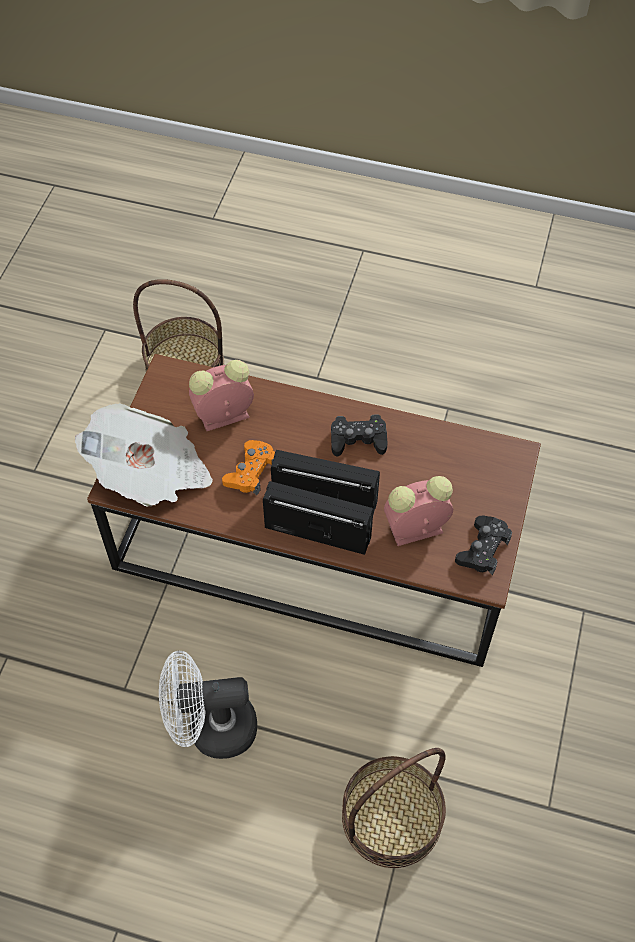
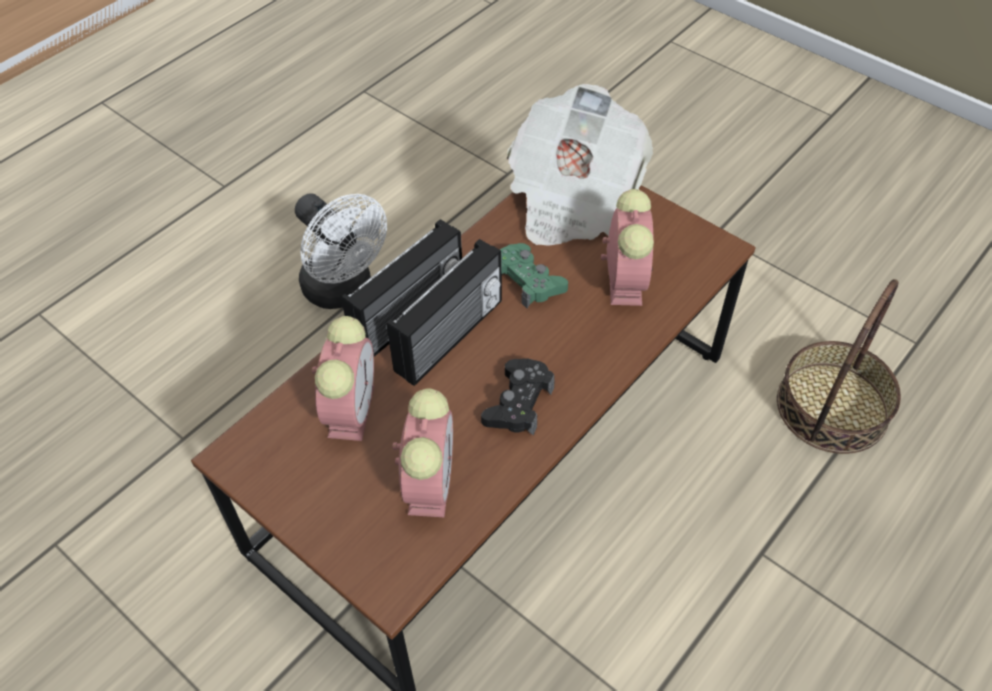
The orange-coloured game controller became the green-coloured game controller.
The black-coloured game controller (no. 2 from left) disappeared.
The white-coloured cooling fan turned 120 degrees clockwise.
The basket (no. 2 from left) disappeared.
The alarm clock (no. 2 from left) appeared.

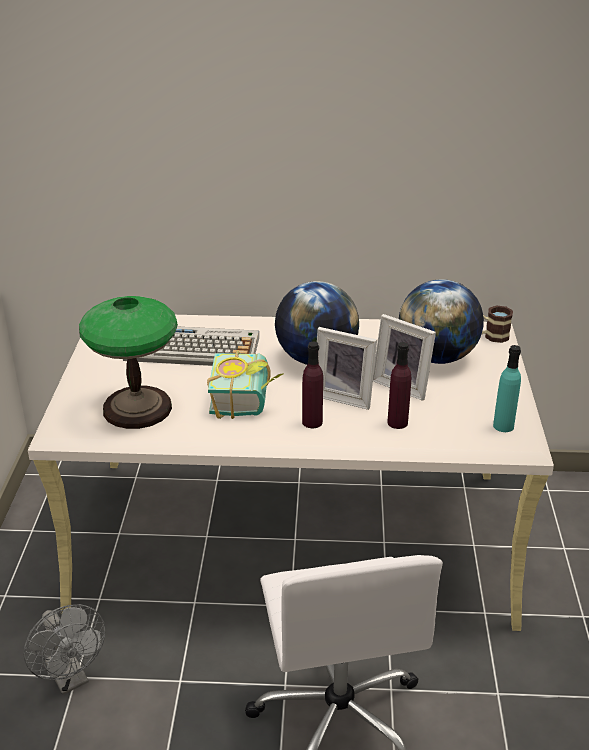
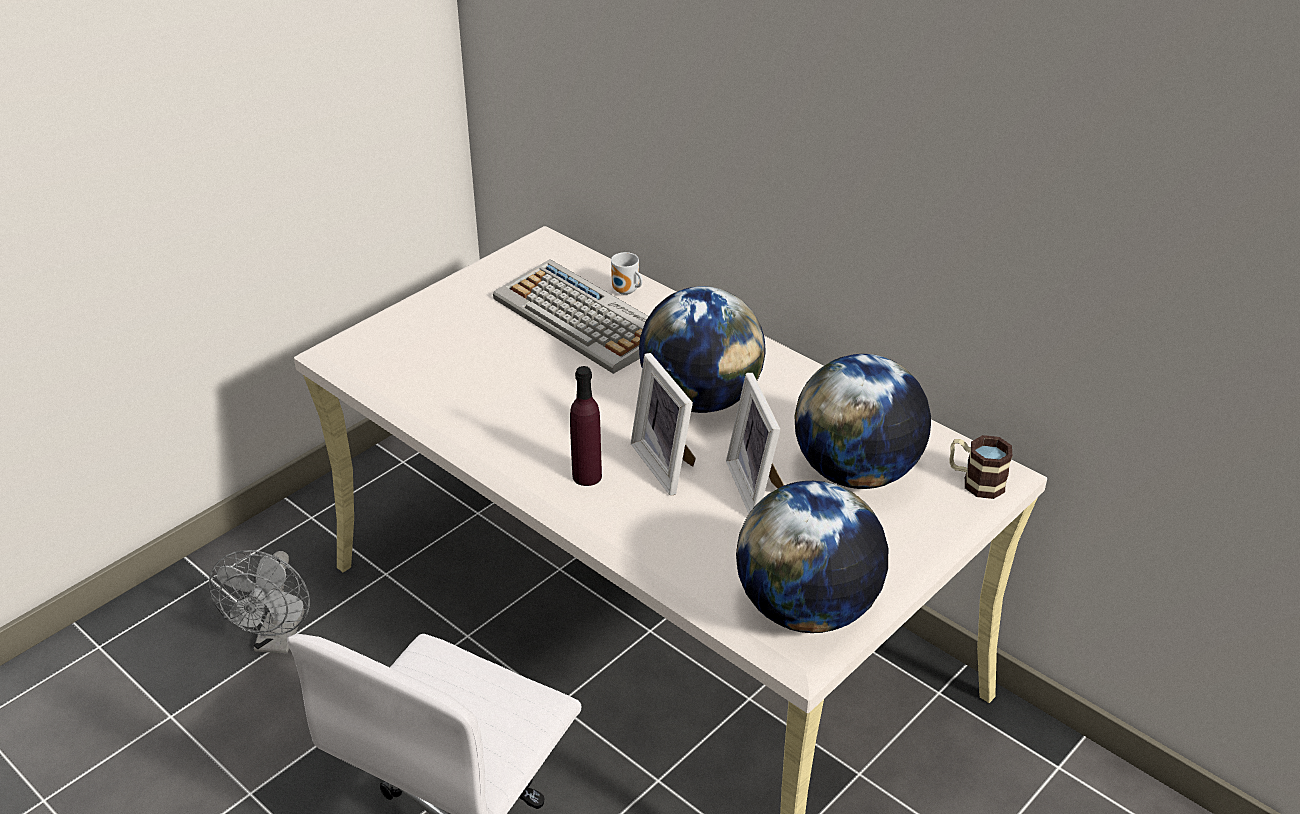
The lamp for a table disappeared.
The purple bottle (no. 2 from left) disappeared.
The blue-green bottle was replaced by the globe (no. 2 from left).
The volume disappeared.
The mug (no. 1 from left) appeared.

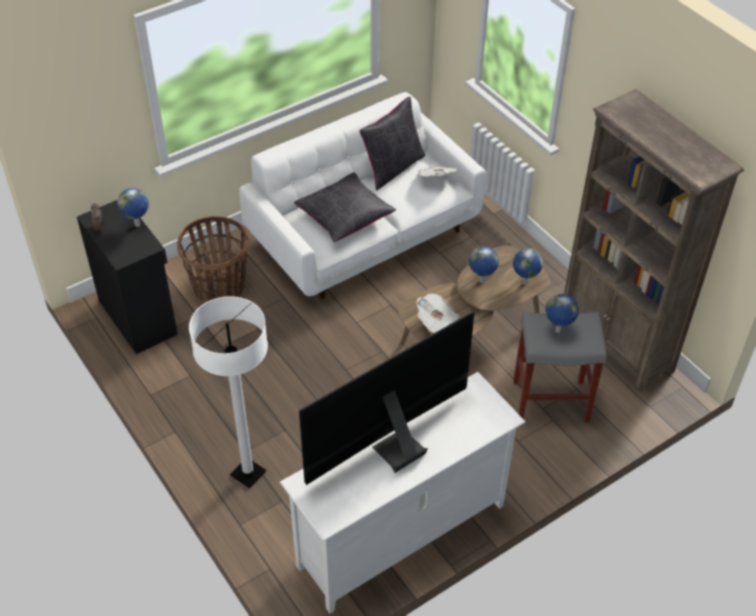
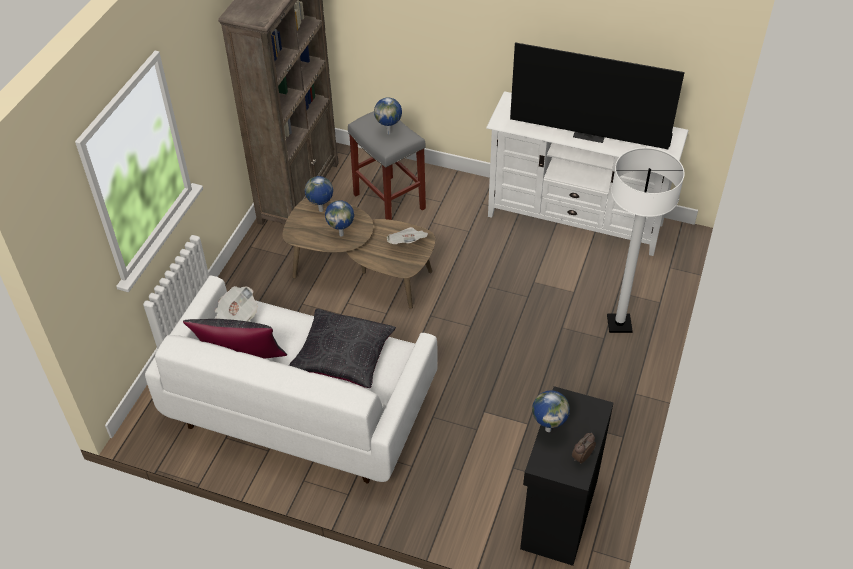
The basket disappeared.

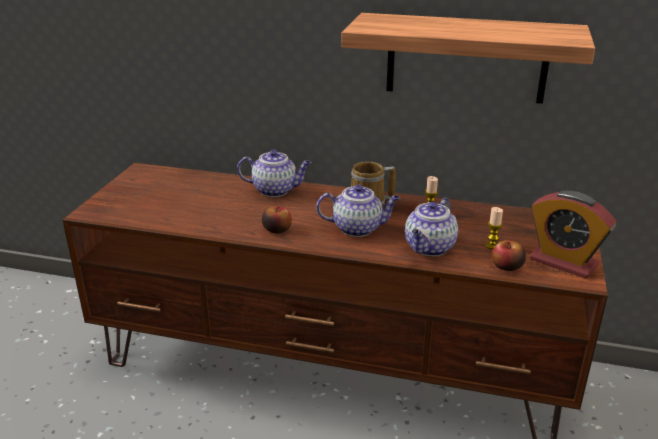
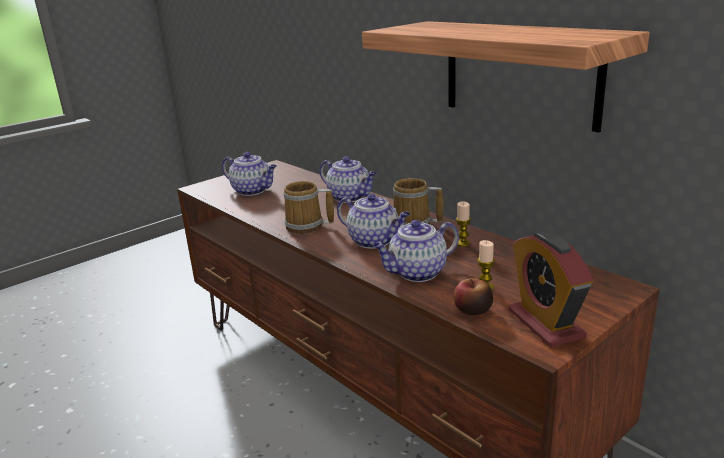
The apple fruit (no. 1 from left) was replaced by the mug (no. 1 from left).
The pot for tea (no. 1 from left) appeared.

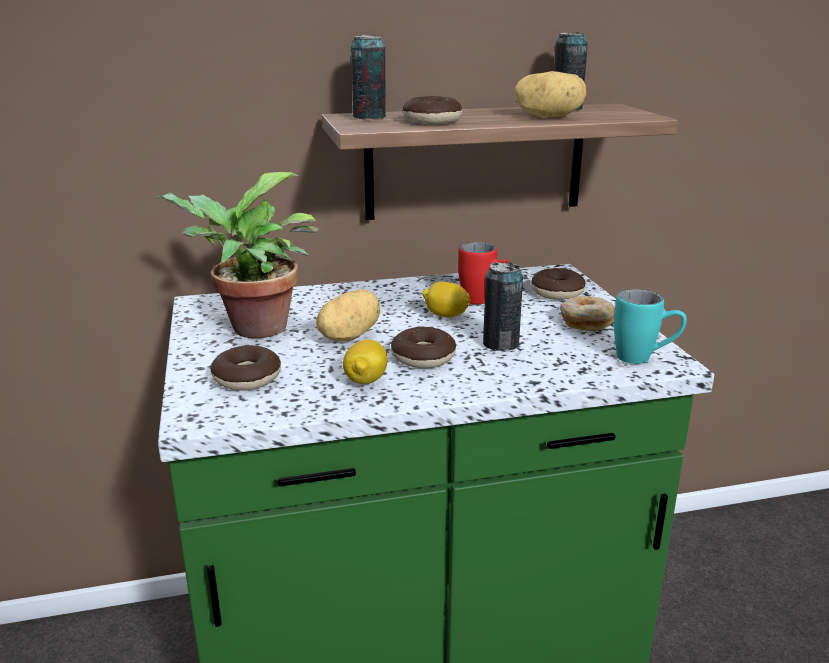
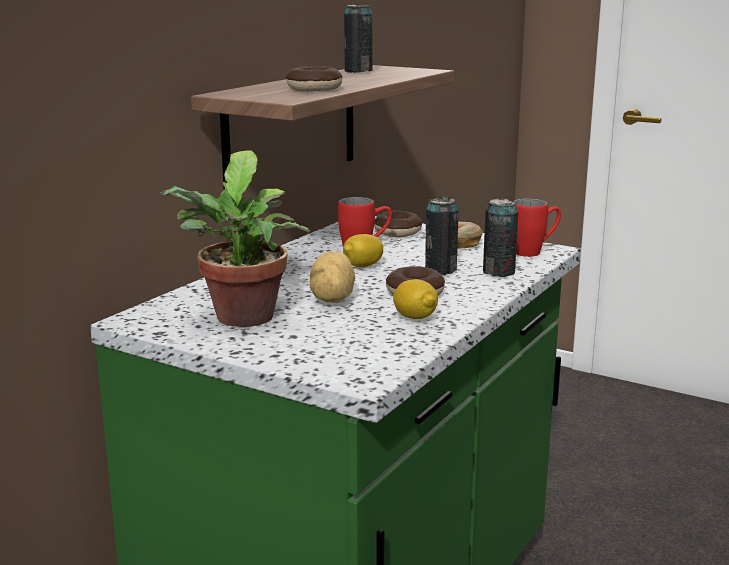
The sealed can (no. 1 from left in the first image) moved.
The spud (no. 2 from left) disappeared.
The blue-green mug became the red-coloured mug (no. 2 from left).
The donut (no. 1 from left) disappeared.

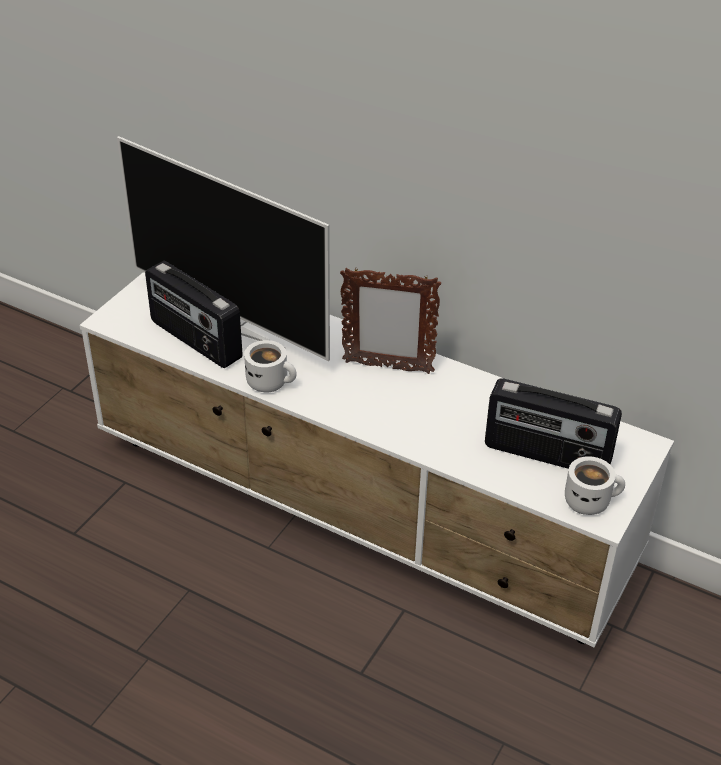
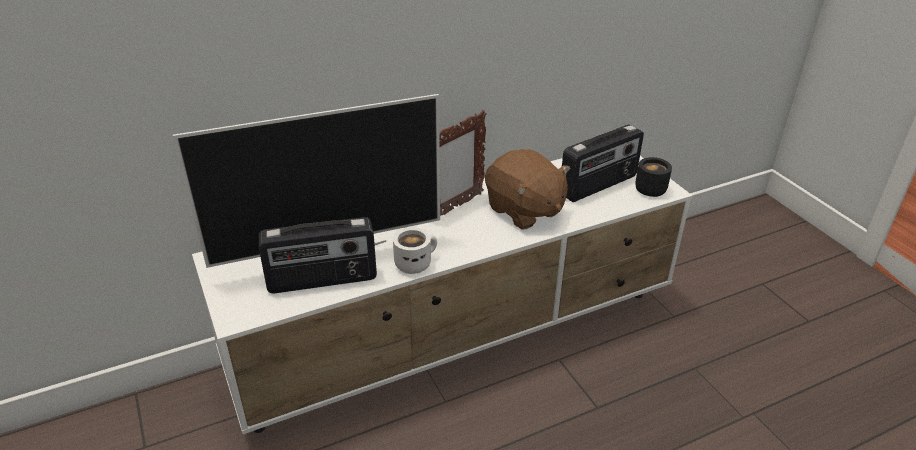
The white-coloured mug (no. 2 from left) became the black-coloured mug.
The brownish soft toy appeared.

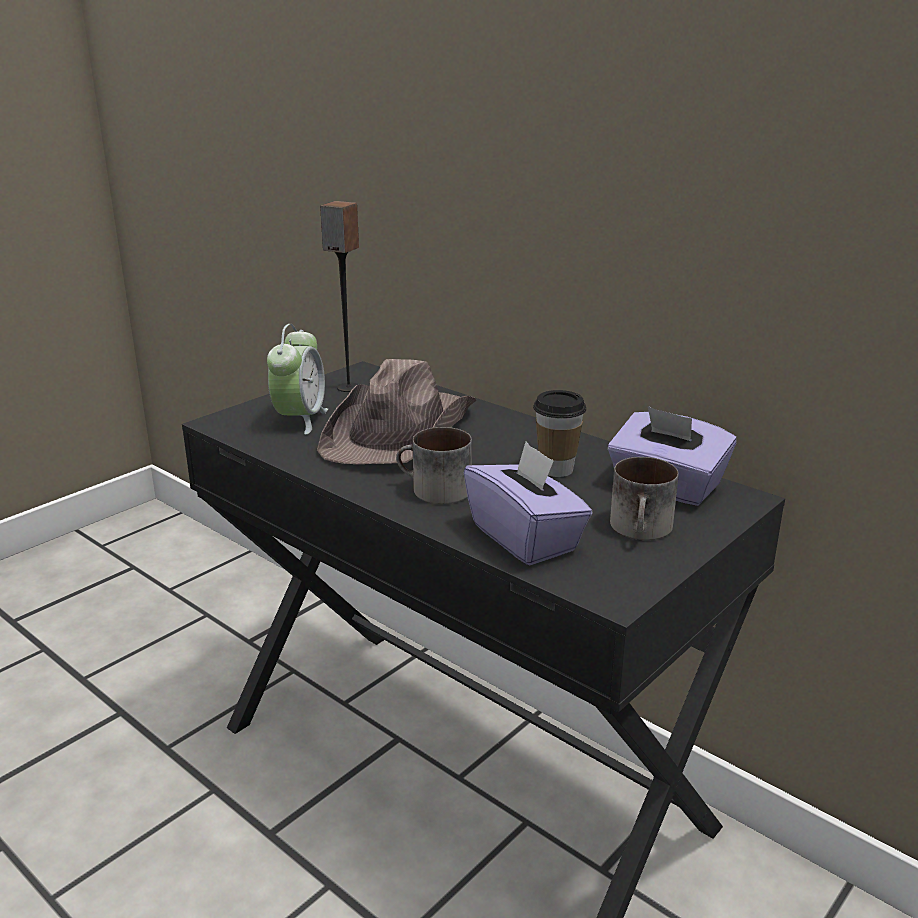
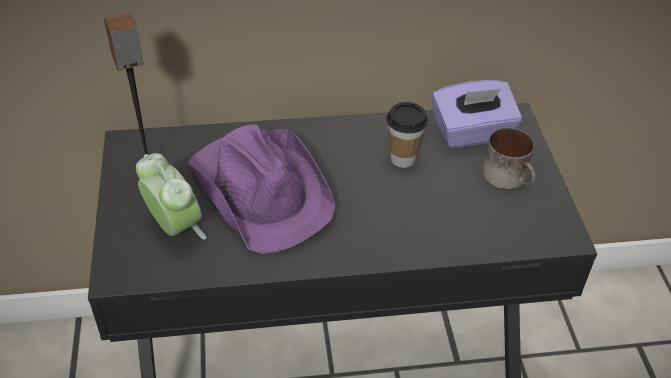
The brownish hat became the purple hat.
The mug (no. 1 from left) disappeared.
The purple tissue box (no. 1 from left) disappeared.

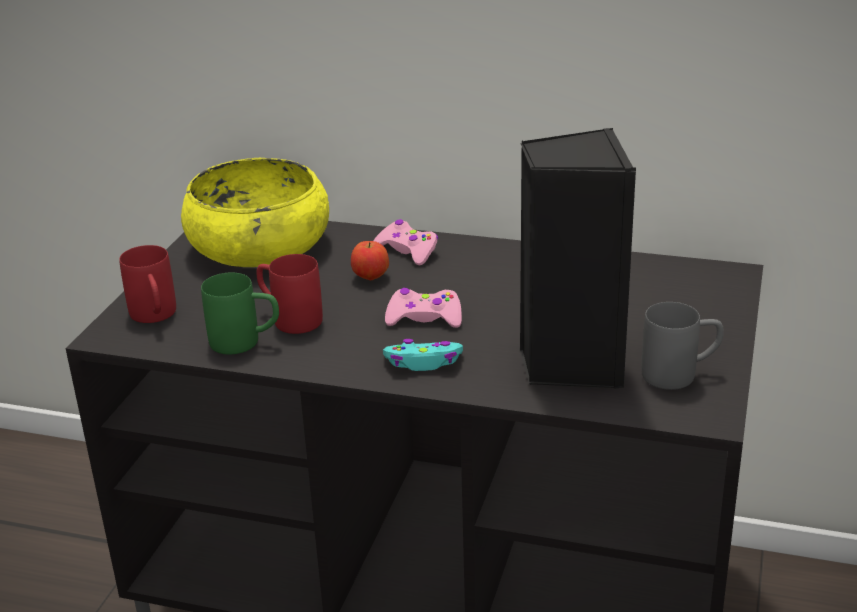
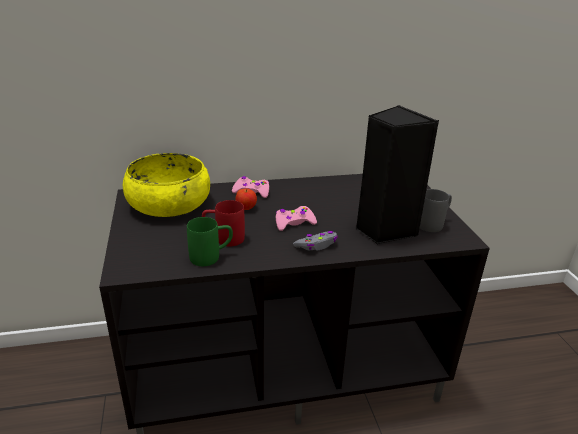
The red-coloured mug (no. 1 from left) disappeared.
The blue-green game controller became the greyish game controller.

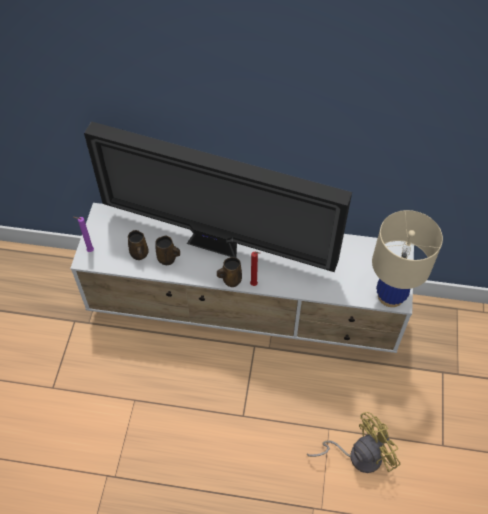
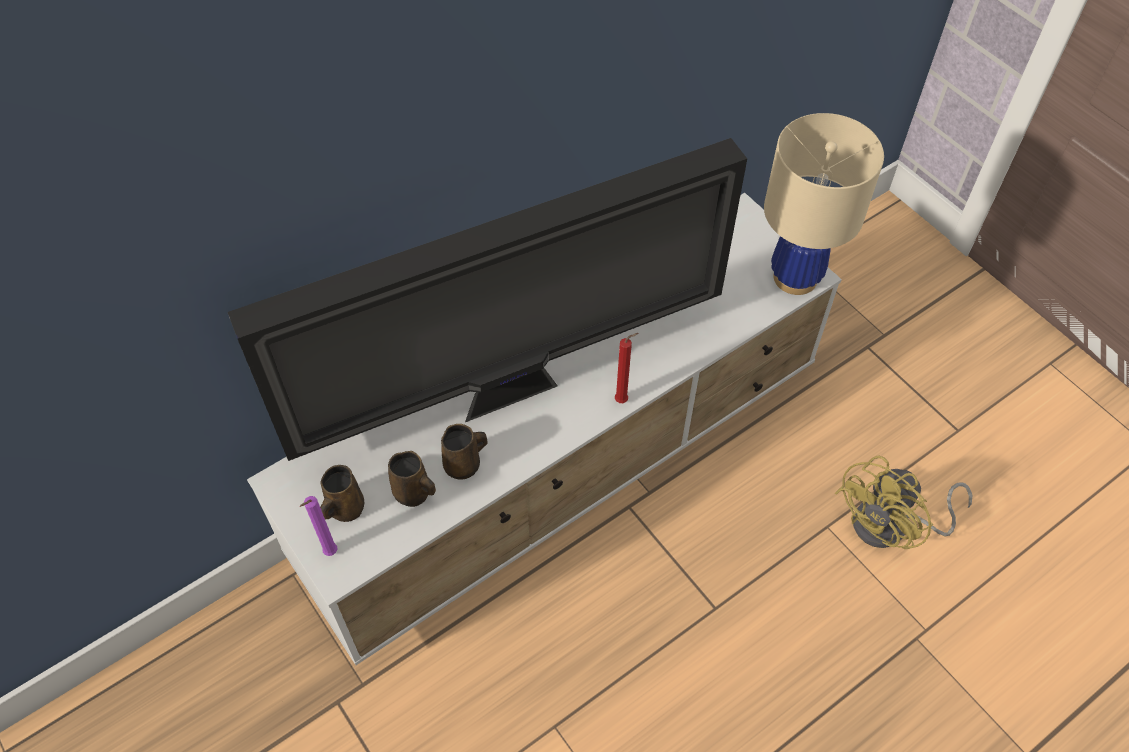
The brownish mug (no. 3 from left in the first image) moved.
The yellow cooling fan turned 150 degrees counterclockwise.

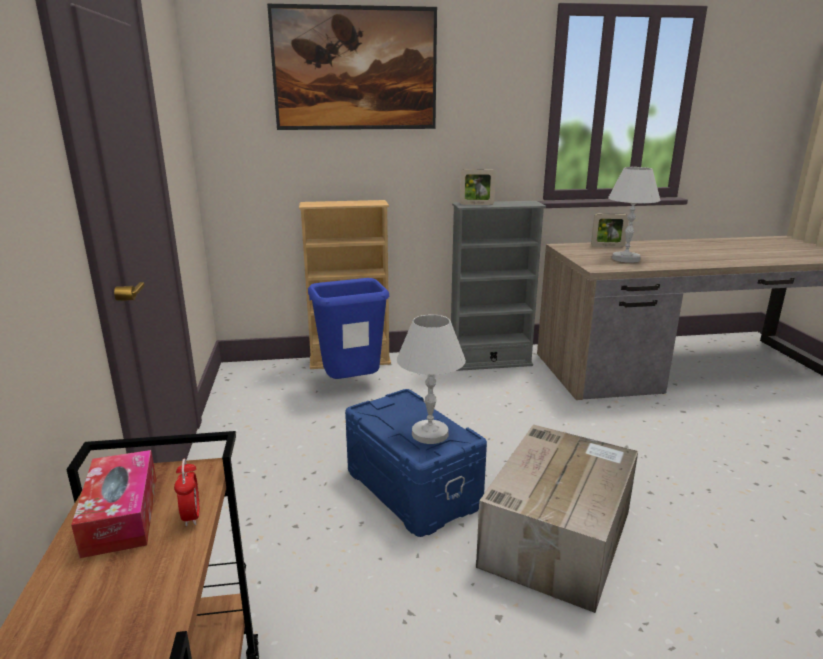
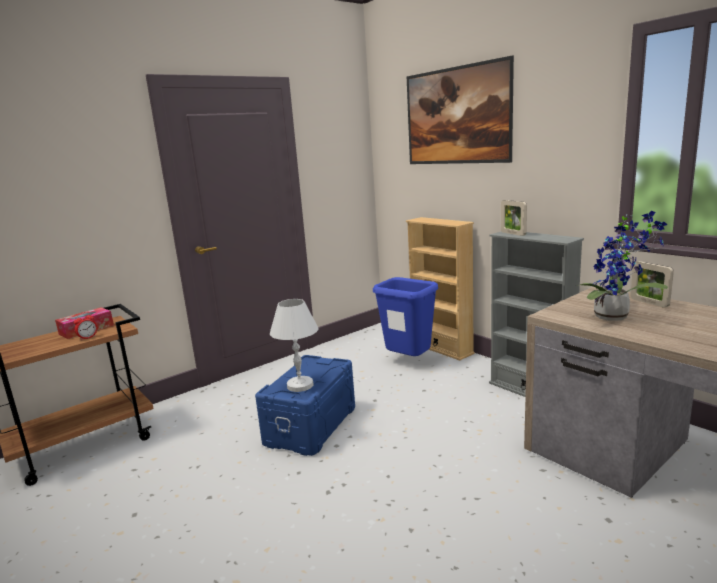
The white-coloured lamp for a table (no. 2 from left) was replaced by the houseplant.
The packing box disappeared.

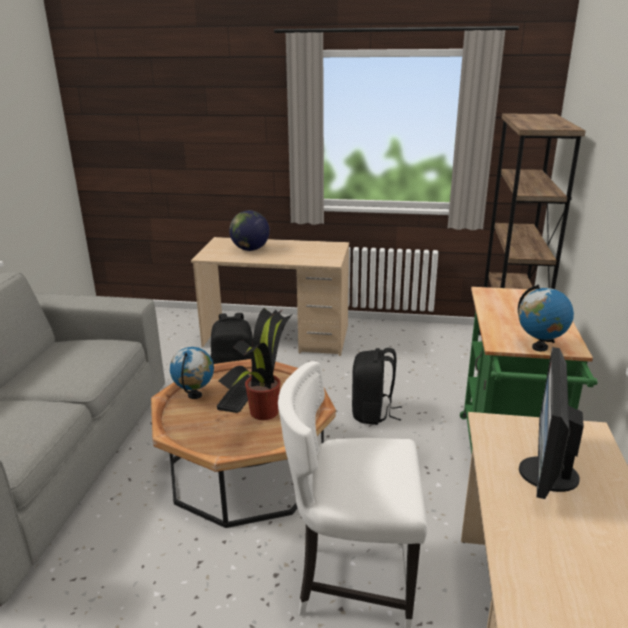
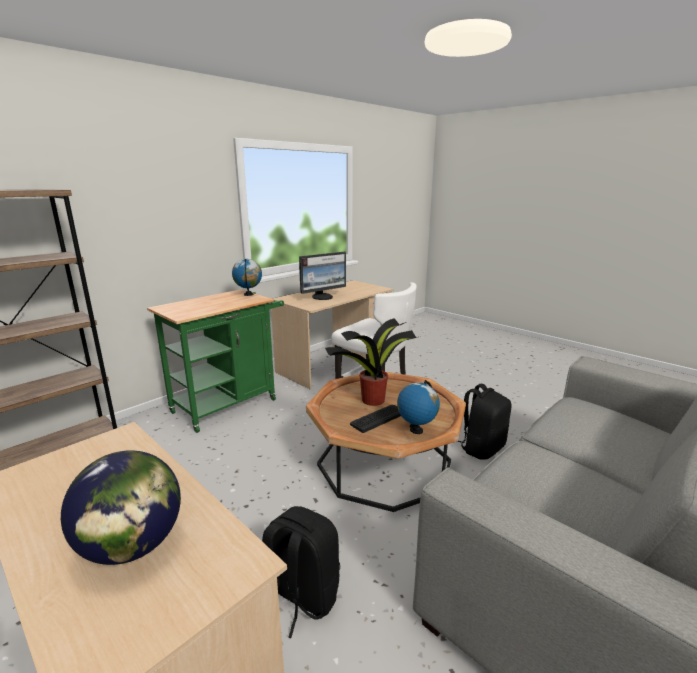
The black-coloured knapsack (no. 2 from left) moved.

